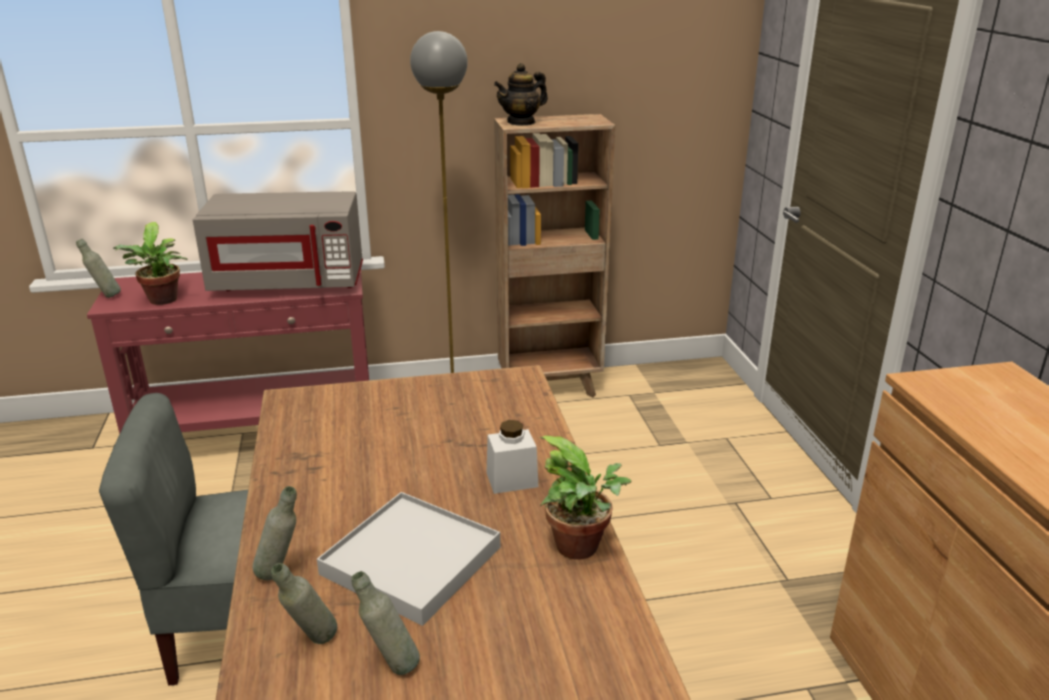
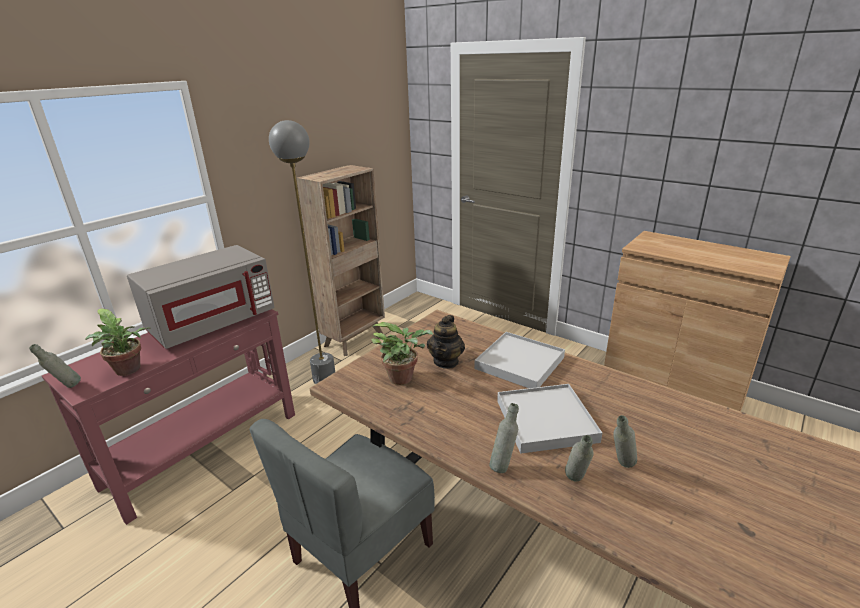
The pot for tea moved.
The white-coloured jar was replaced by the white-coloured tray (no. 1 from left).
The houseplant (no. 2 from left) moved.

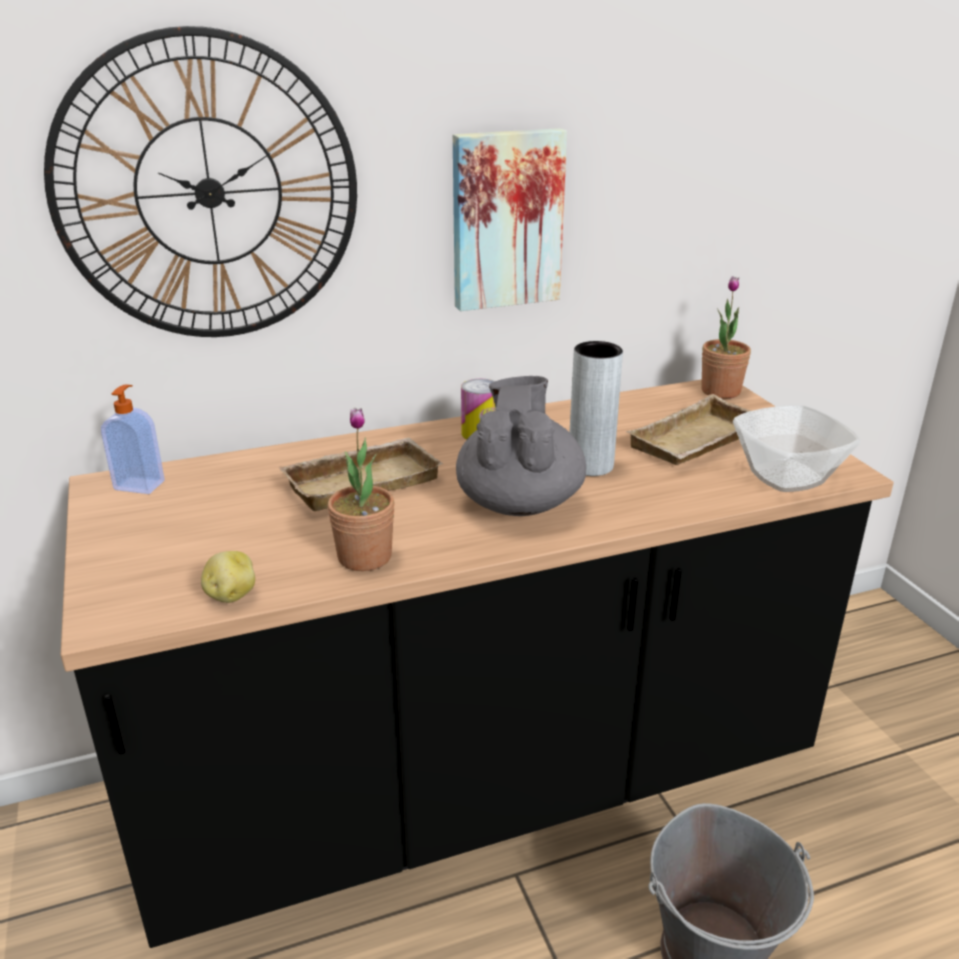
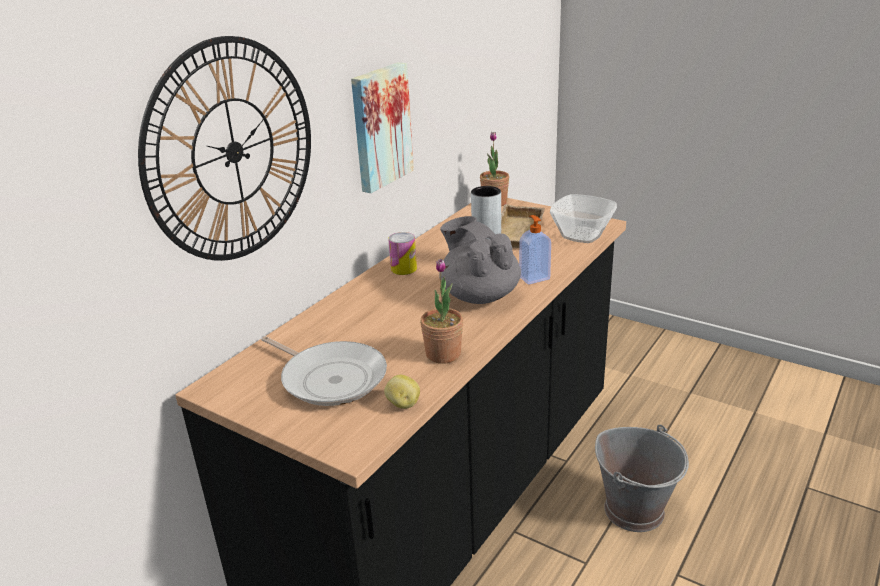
The soap bottle moved.
The beige tray (no. 1 from left) disappeared.
The pan appeared.

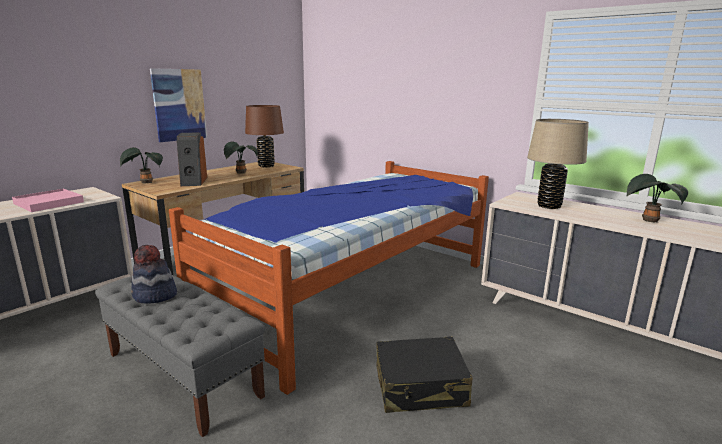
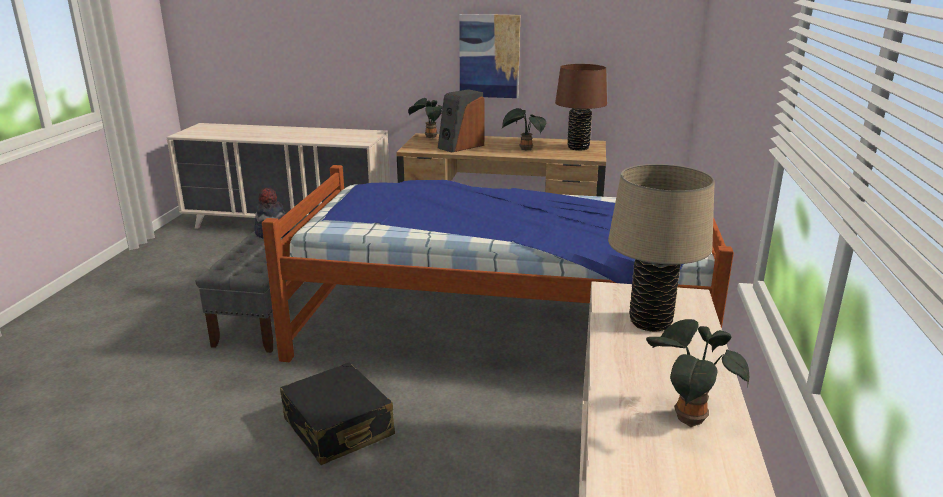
The pink tray disappeared.

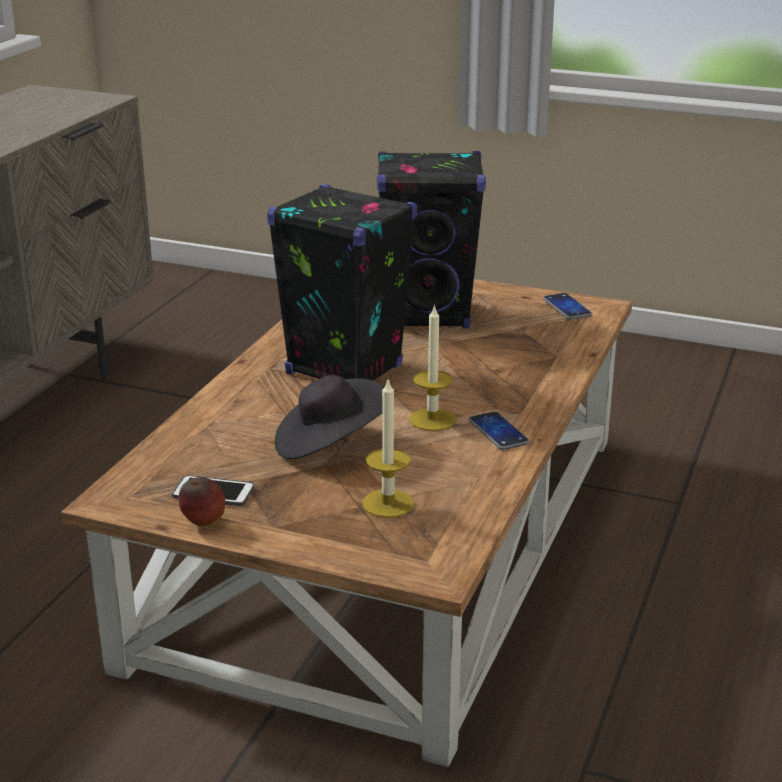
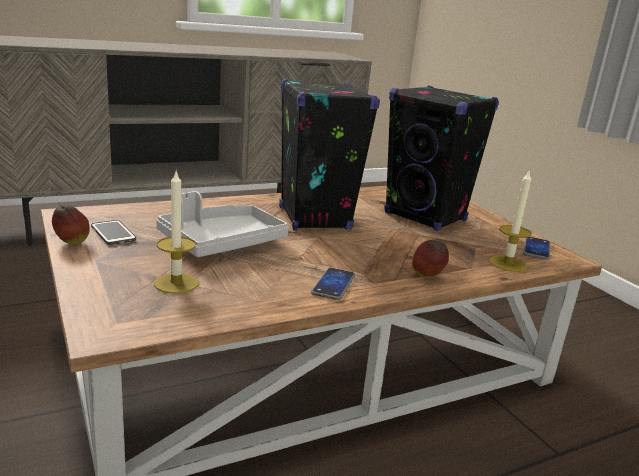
The wax light (no. 2 from left) moved.
The black-coloured hat was replaced by the greyish tray.
The apple fruit (no. 2 from left) appeared.

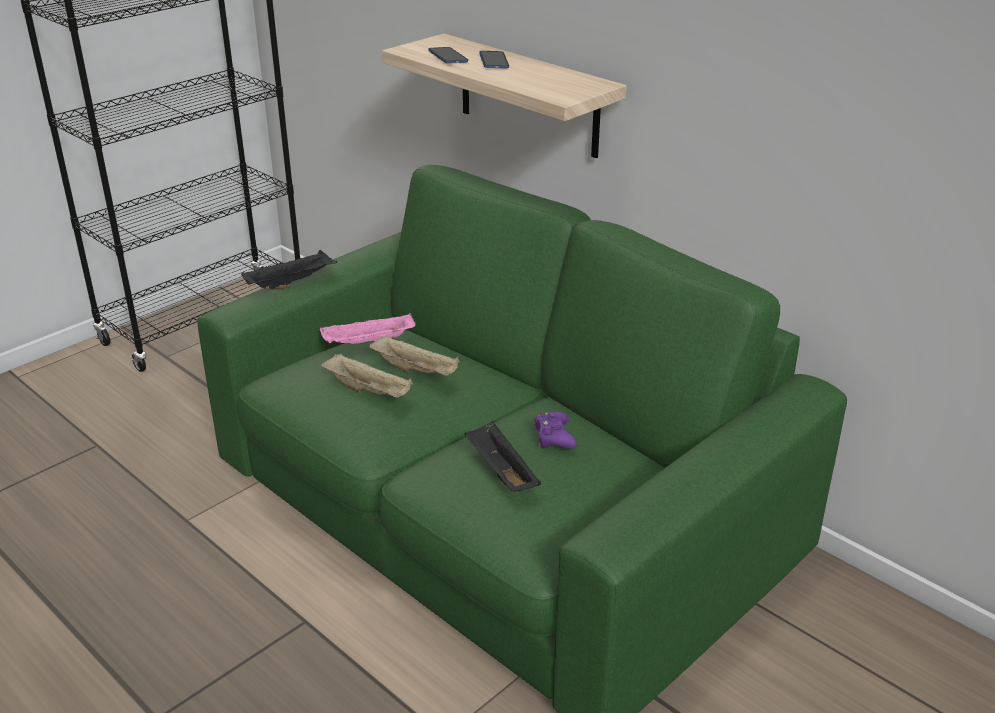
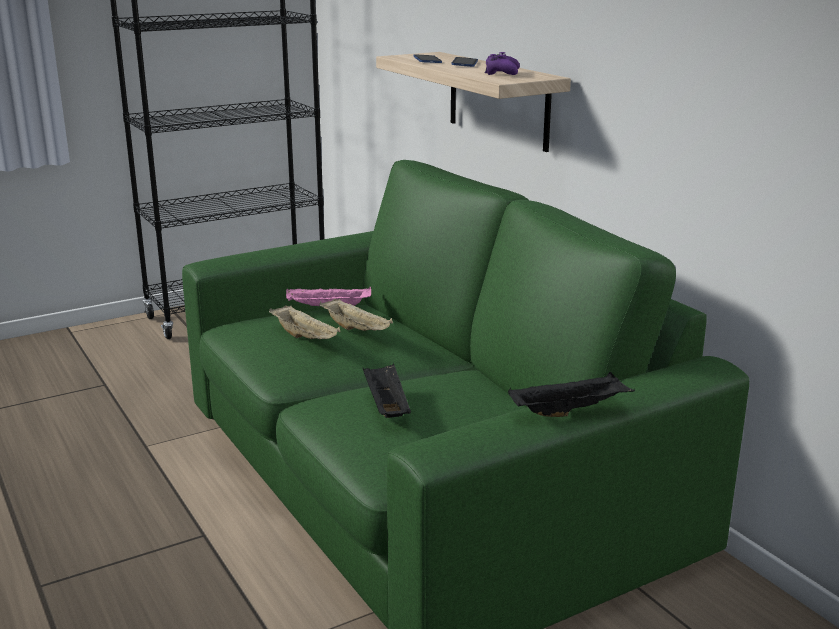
The black-coloured tray (no. 1 from left in the first image) moved.
The purple game controller moved.

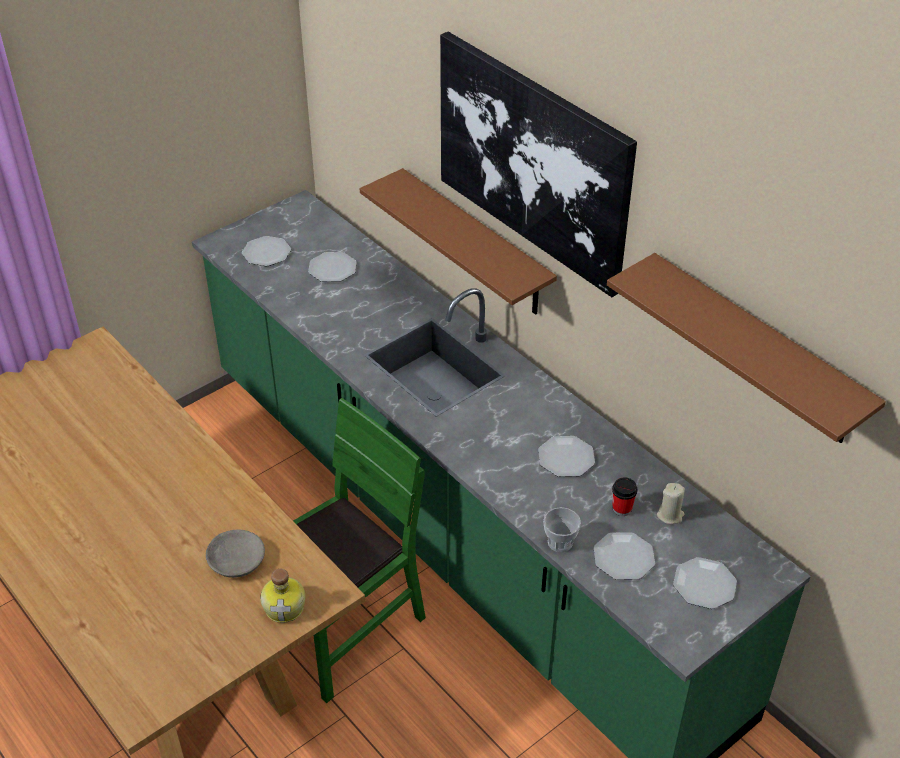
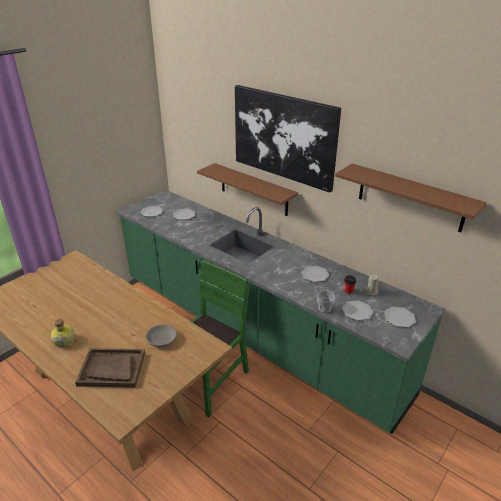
The bottle moved.
The brownish tray appeared.

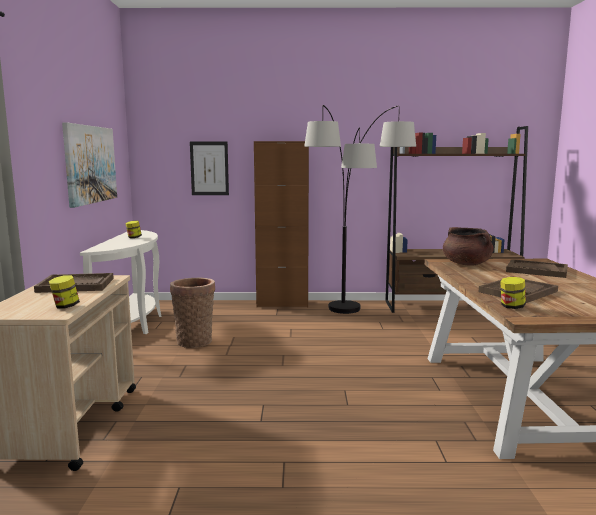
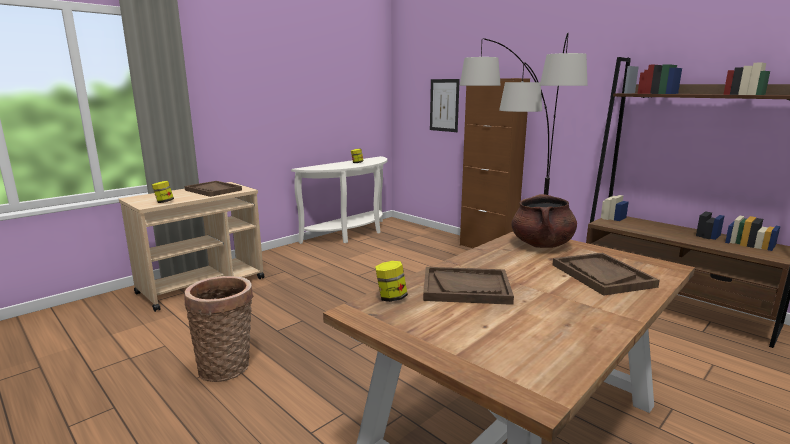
The wall picture (no. 1 from left) disappeared.
The basket moved.

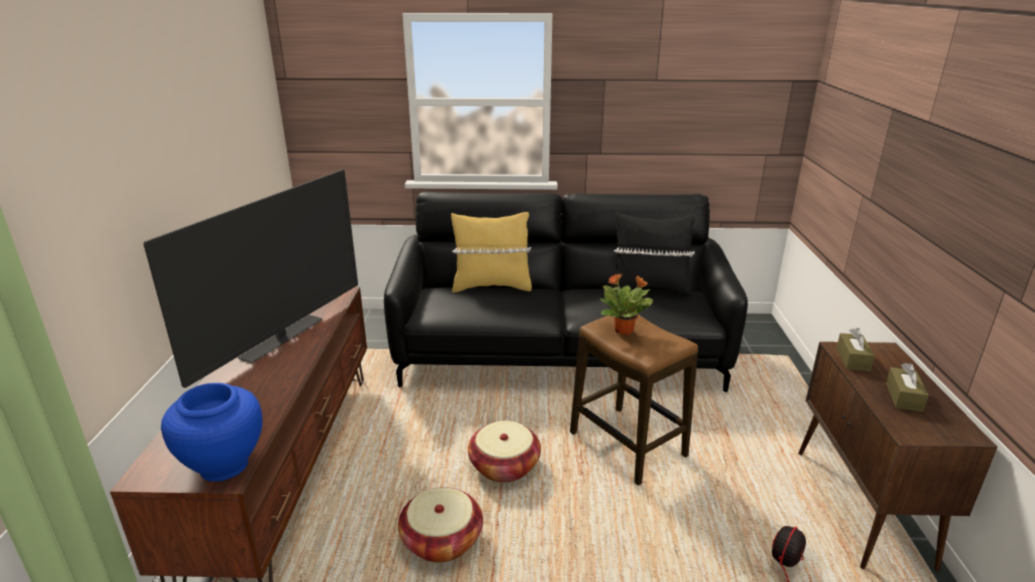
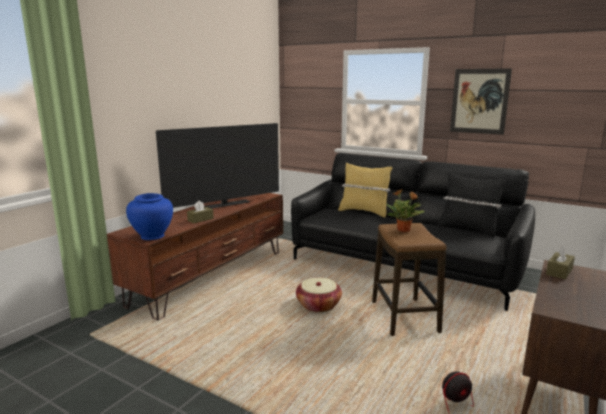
The brownish tissue box (no. 2 from left in the first image) moved.
The basket (no. 1 from left) disappeared.
The wall picture appeared.

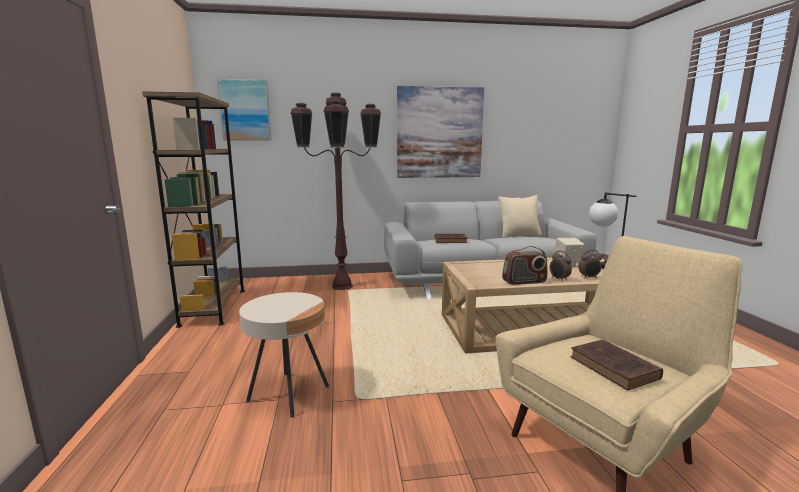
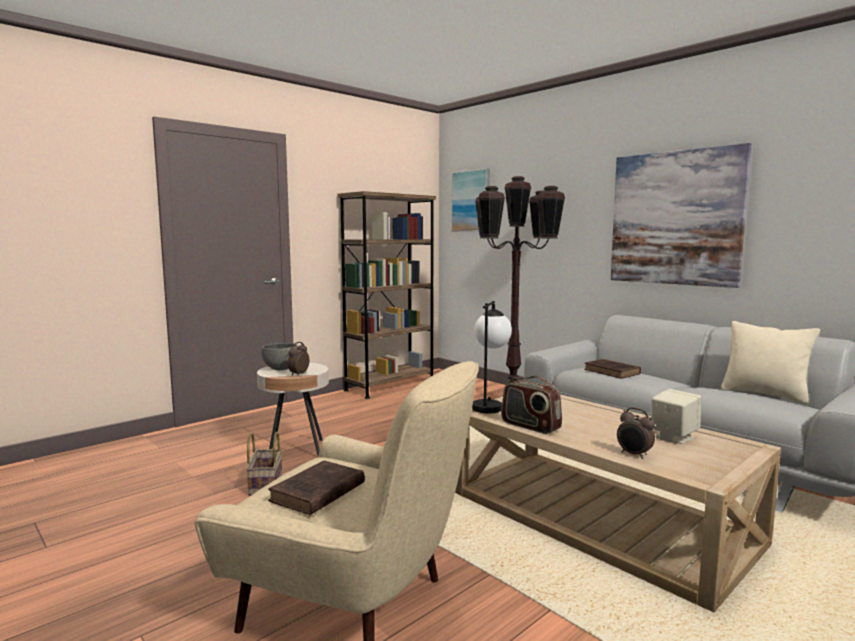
The lamp for a table moved.
The alarm clock (no. 1 from left) moved.
The greyish serving bowl appeared.
The basket appeared.

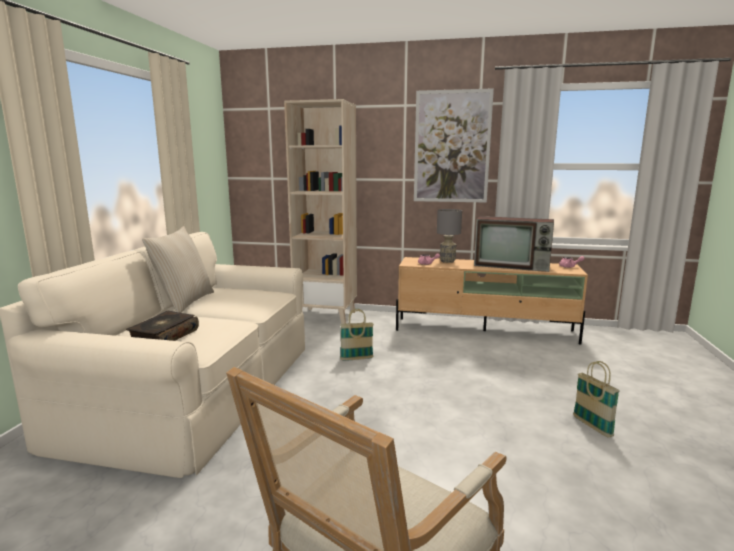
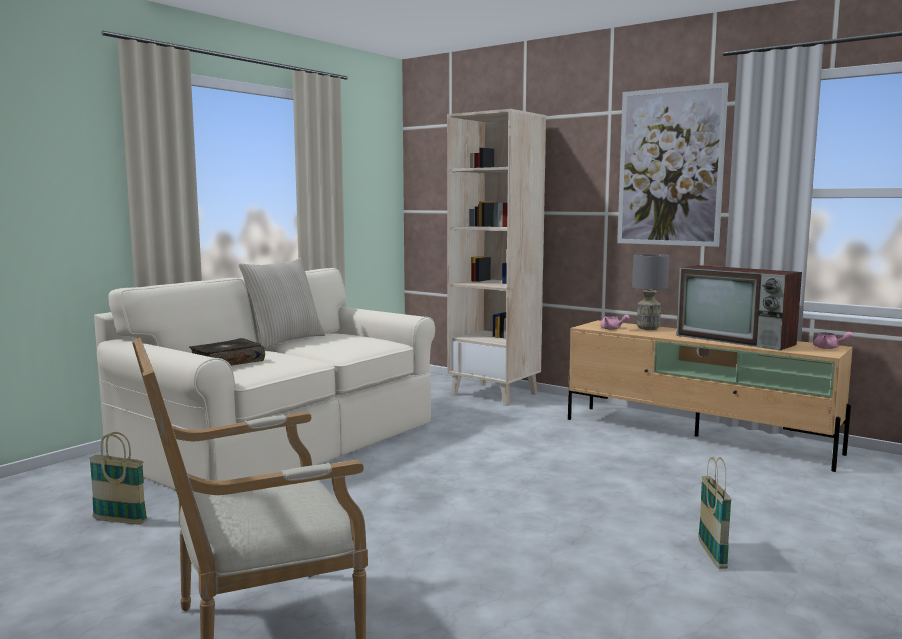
The basket (no. 1 from left) moved.

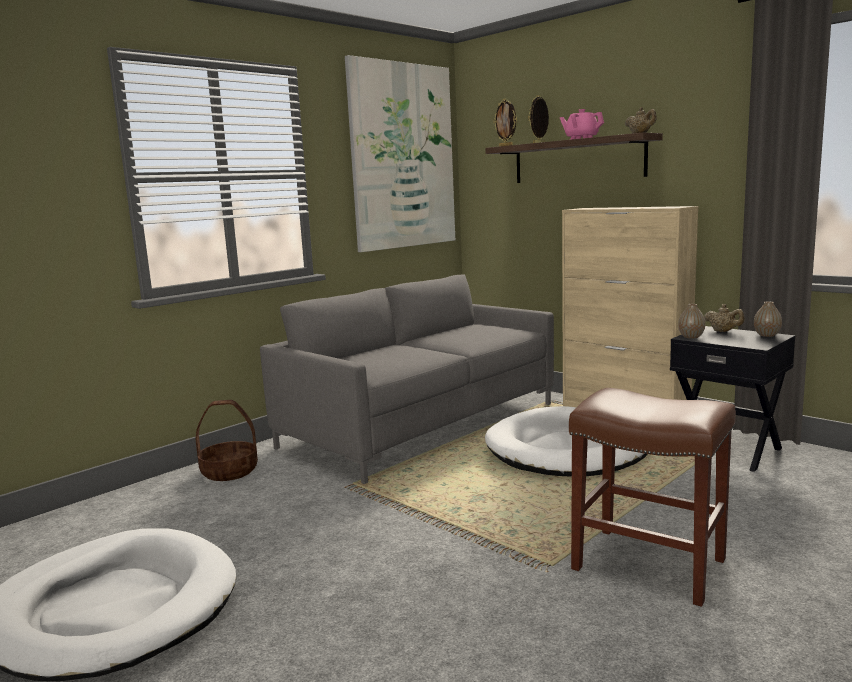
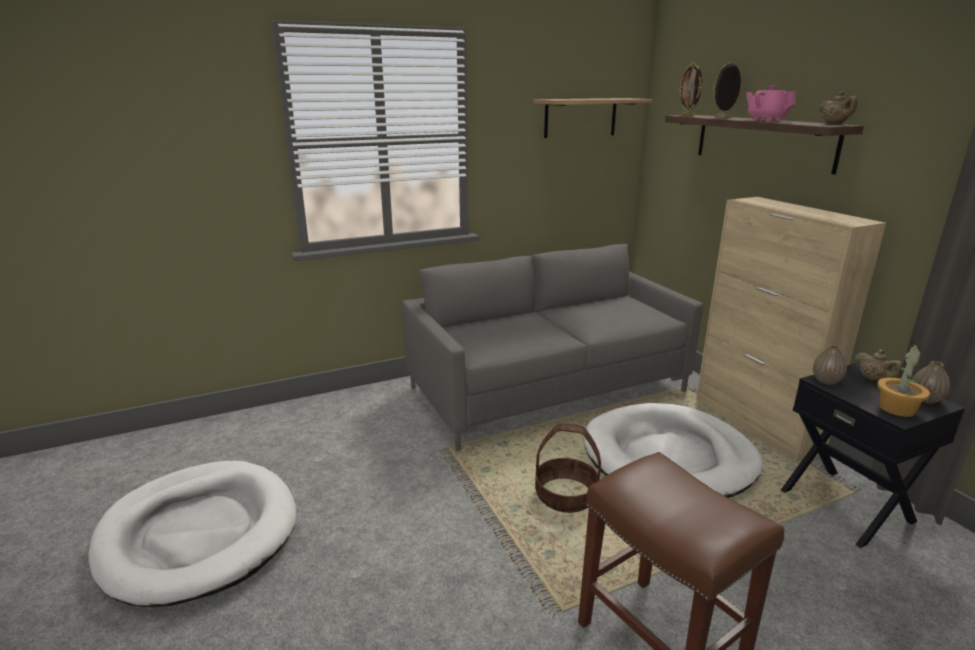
The wall picture was replaced by the shelf (no. 1 from left).
The basket moved.
The houseplant appeared.

